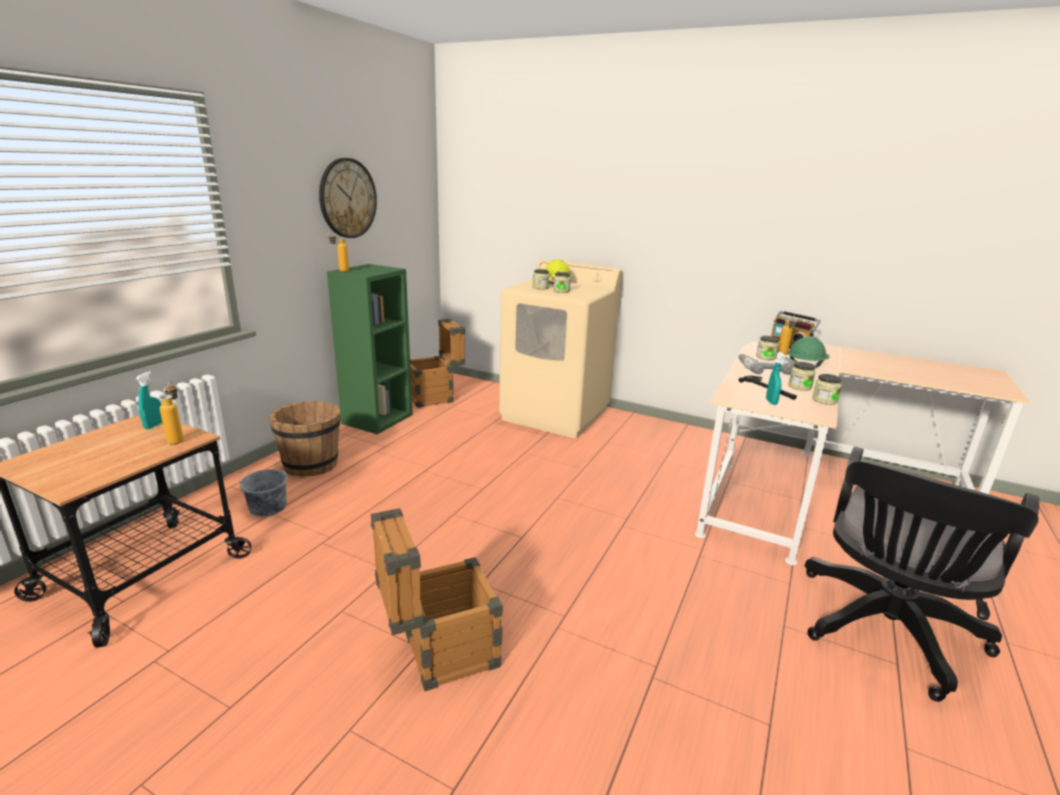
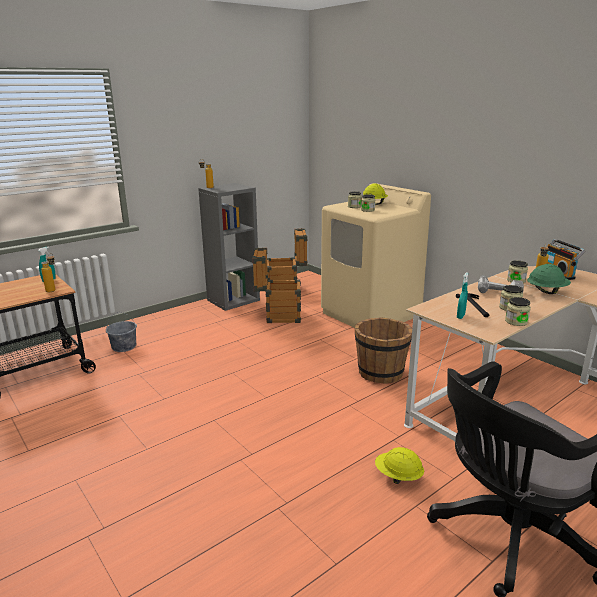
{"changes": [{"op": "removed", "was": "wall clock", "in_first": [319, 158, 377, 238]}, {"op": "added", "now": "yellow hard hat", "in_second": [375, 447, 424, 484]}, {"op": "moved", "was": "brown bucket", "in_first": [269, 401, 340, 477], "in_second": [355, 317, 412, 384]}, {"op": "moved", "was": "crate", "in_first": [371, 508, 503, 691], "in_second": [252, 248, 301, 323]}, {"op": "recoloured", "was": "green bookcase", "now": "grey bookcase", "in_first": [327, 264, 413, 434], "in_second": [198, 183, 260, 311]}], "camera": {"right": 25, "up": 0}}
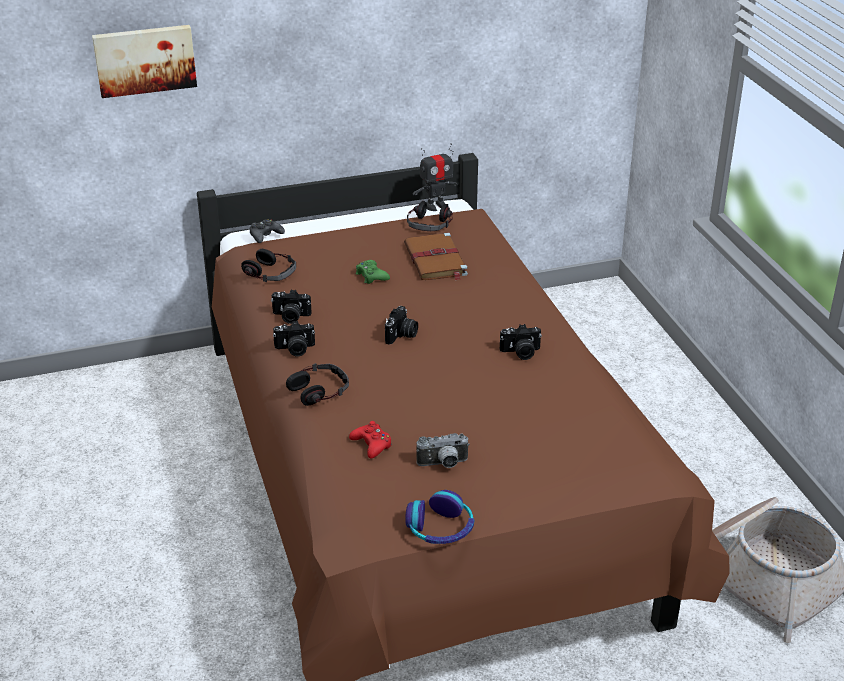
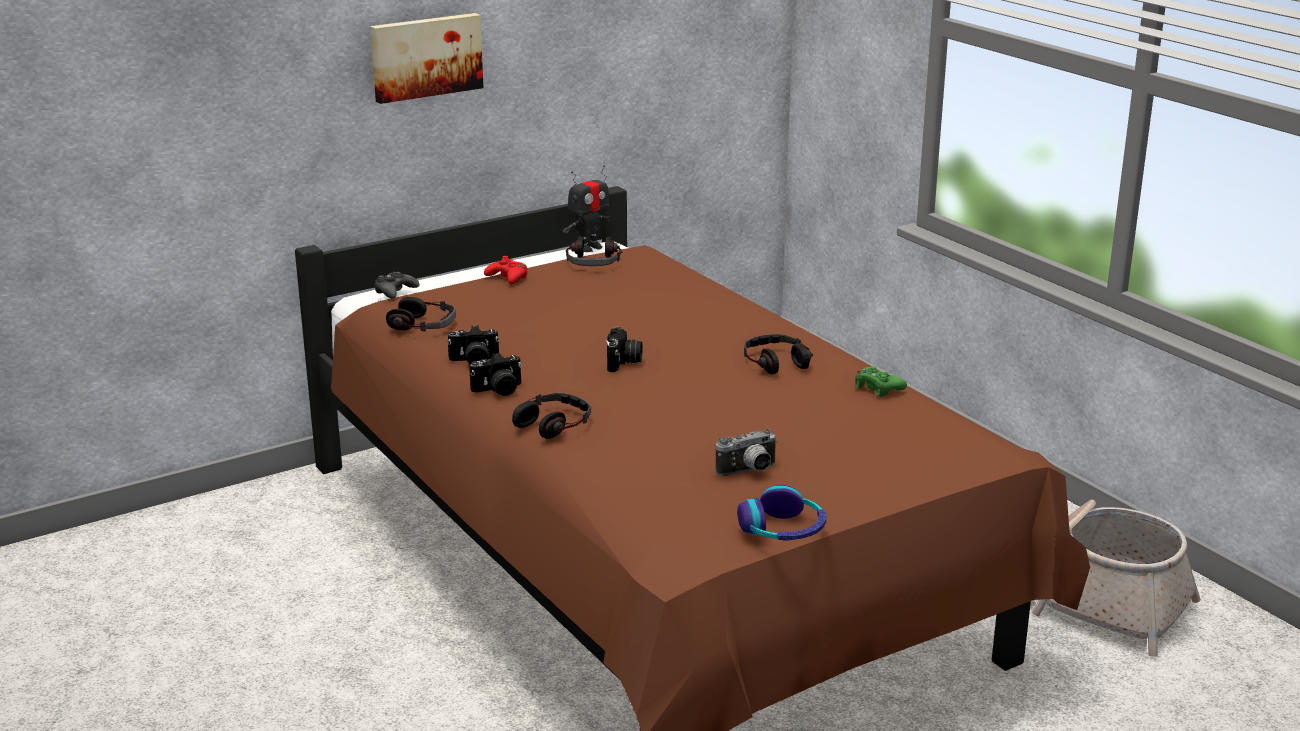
{"changes": [{"op": "removed", "was": "brown book", "in_first": [404, 233, 468, 280]}, {"op": "moved", "was": "picture", "in_first": [92, 25, 197, 98], "in_second": [370, 13, 483, 104]}, {"op": "moved", "was": "red game controller", "in_first": [349, 421, 392, 459], "in_second": [484, 256, 527, 284]}, {"op": "moved", "was": "green game controller", "in_first": [356, 260, 390, 284], "in_second": [855, 366, 907, 397]}, {"op": "replaced", "was": "photo camera", "now": "headphones", "in_first": [500, 324, 542, 360], "in_second": [744, 334, 813, 374]}], "camera": {"right": -15, "up": -10}}
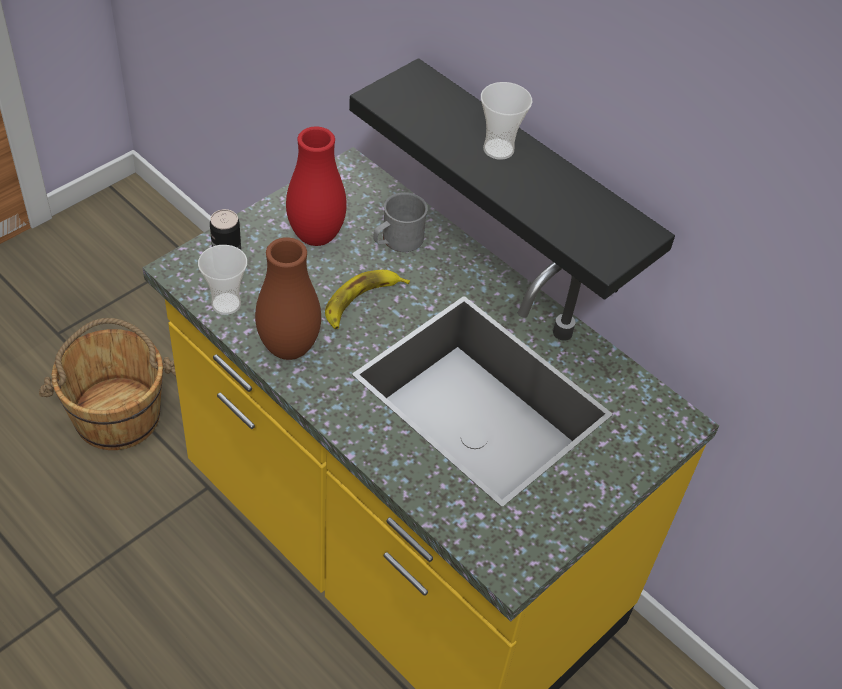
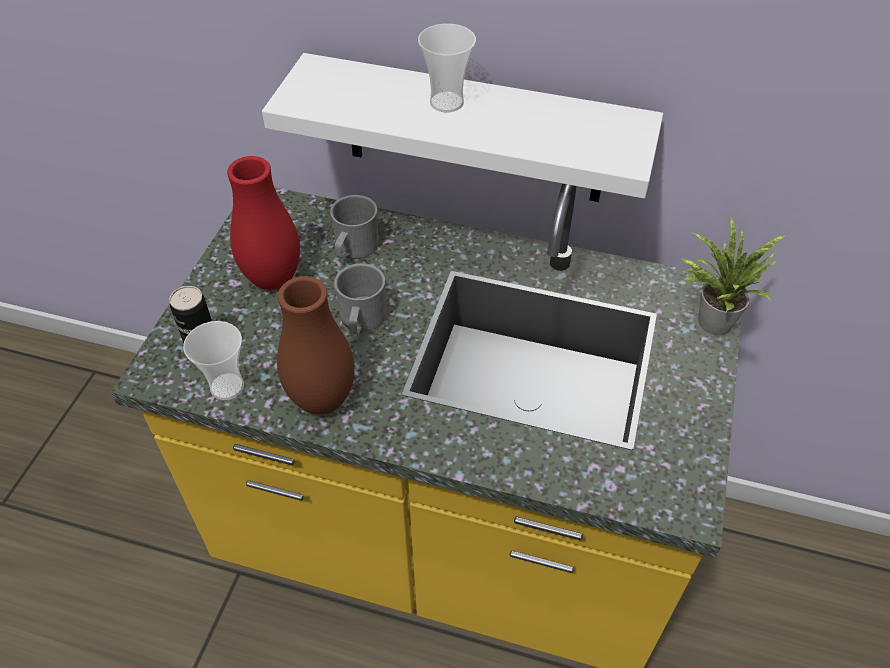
{"changes": [{"op": "removed", "was": "brown bucket", "in_first": [39, 318, 176, 450]}, {"op": "added", "now": "potted plant", "in_second": [679, 215, 785, 335]}, {"op": "replaced", "was": "banana", "now": "grey mug", "in_first": [325, 270, 410, 329], "in_second": [334, 263, 387, 335]}, {"op": "recoloured", "was": "black shelf", "now": "white shelf", "in_first": [349, 58, 675, 300], "in_second": [262, 53, 663, 202]}], "camera": {"right": -25, "up": 0}}
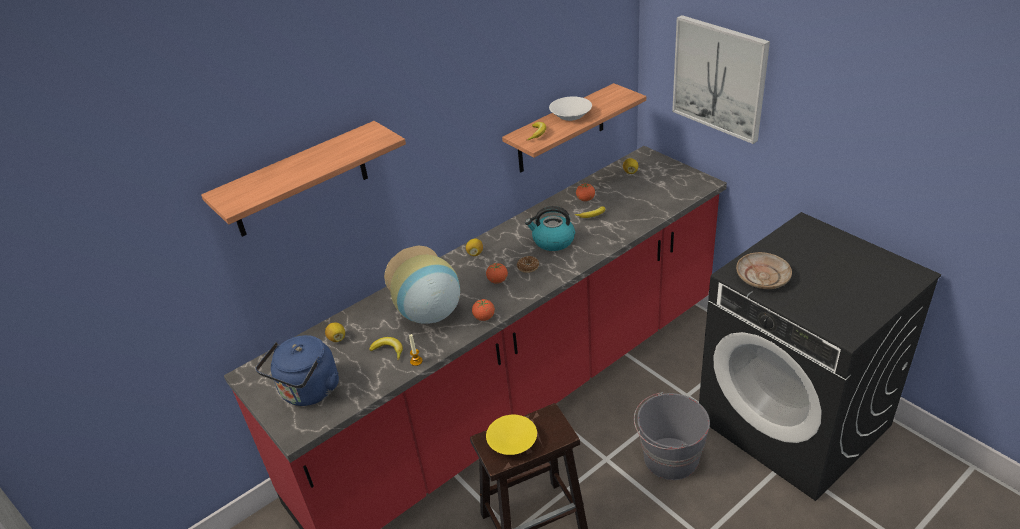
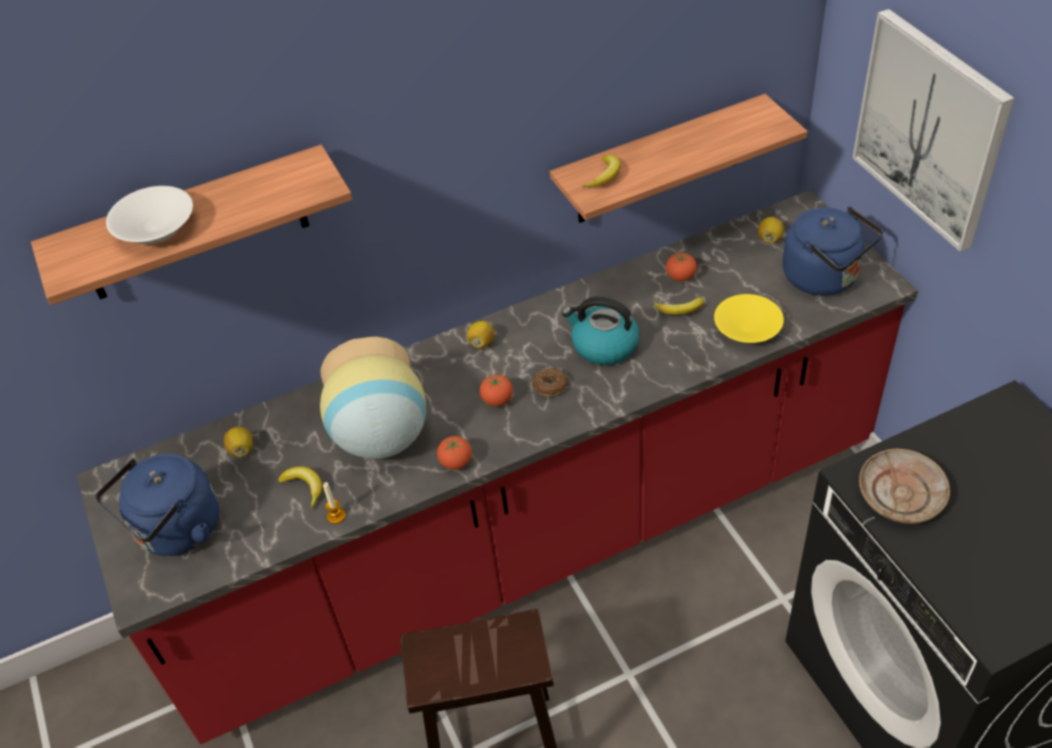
{"changes": [{"op": "removed", "was": "grey bucket", "in_first": [634, 392, 710, 480]}, {"op": "added", "now": "blue kettle", "in_second": [783, 206, 883, 296]}, {"op": "moved", "was": "yellow bowl", "in_first": [486, 415, 537, 455], "in_second": [714, 294, 784, 343]}, {"op": "moved", "was": "white bowl", "in_first": [549, 97, 592, 121], "in_second": [106, 186, 193, 244]}], "camera": {"right": 15, "up": 10}}
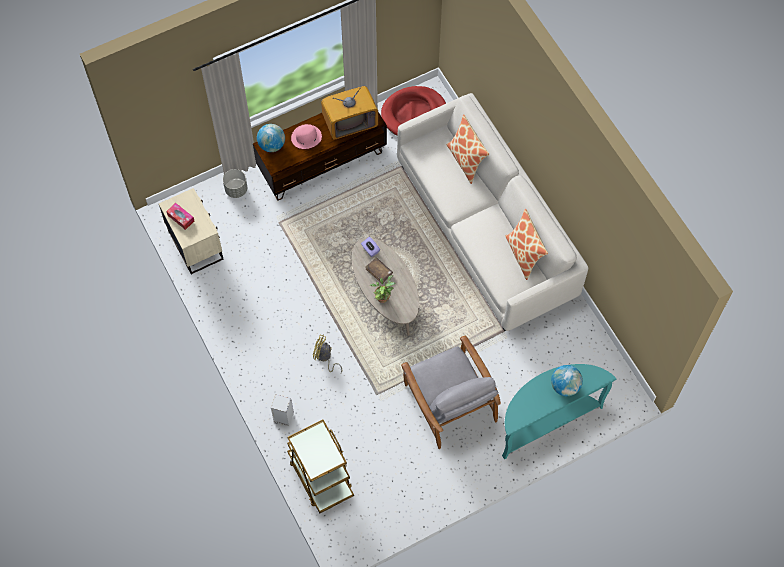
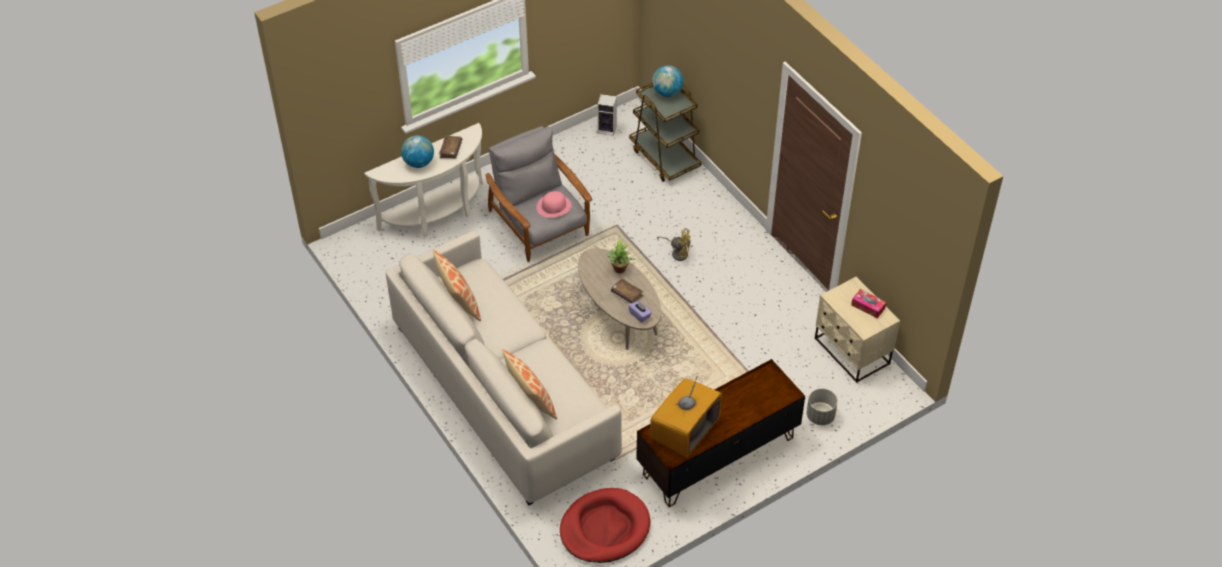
{"changes": [{"op": "added", "now": "brown book", "in_second": [439, 135, 462, 159]}, {"op": "moved", "was": "globe", "in_first": [257, 124, 285, 152], "in_second": [652, 65, 684, 97]}, {"op": "moved", "was": "speaker", "in_first": [271, 395, 294, 426], "in_second": [598, 94, 617, 136]}, {"op": "moved", "was": "pink hat", "in_first": [291, 124, 322, 149], "in_second": [537, 191, 571, 218]}, {"op": "recoloured", "was": "turquoise console table", "now": "white console table", "in_first": [502, 364, 617, 460], "in_second": [364, 123, 483, 237]}, {"op": "turned", "was": "television", "in_first": [321, 86, 378, 140], "in_second": [650, 376, 722, 458], "clockwise": 150}], "camera": {"right": 175, "up": -15}}
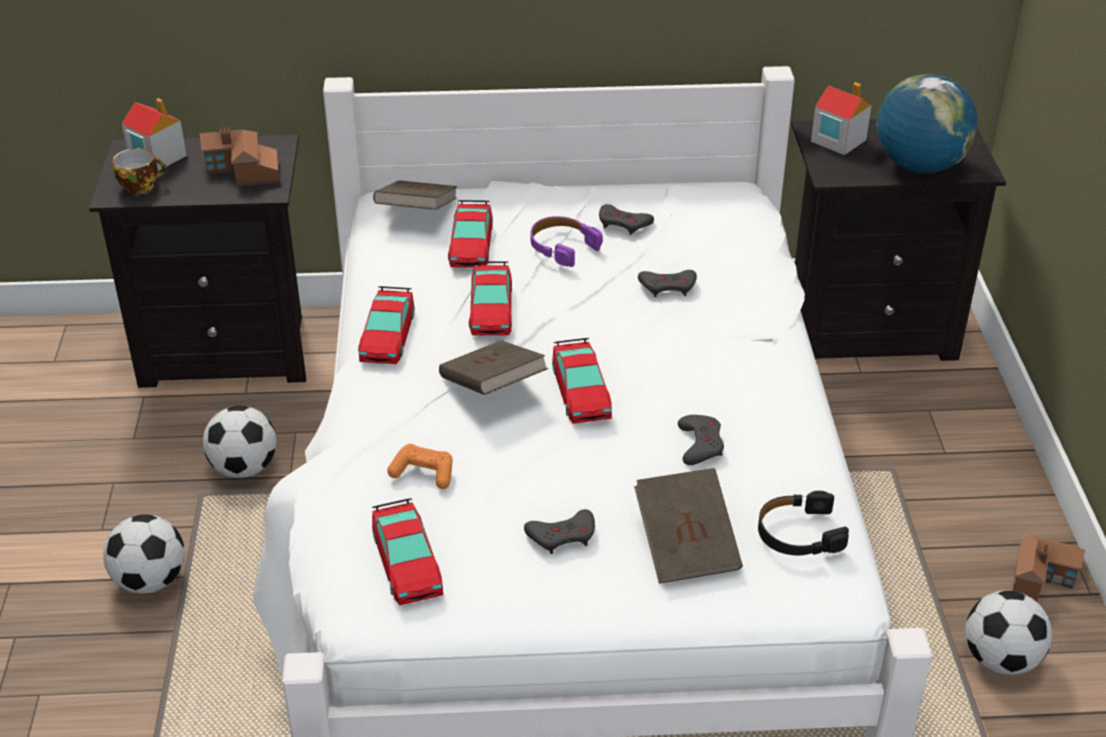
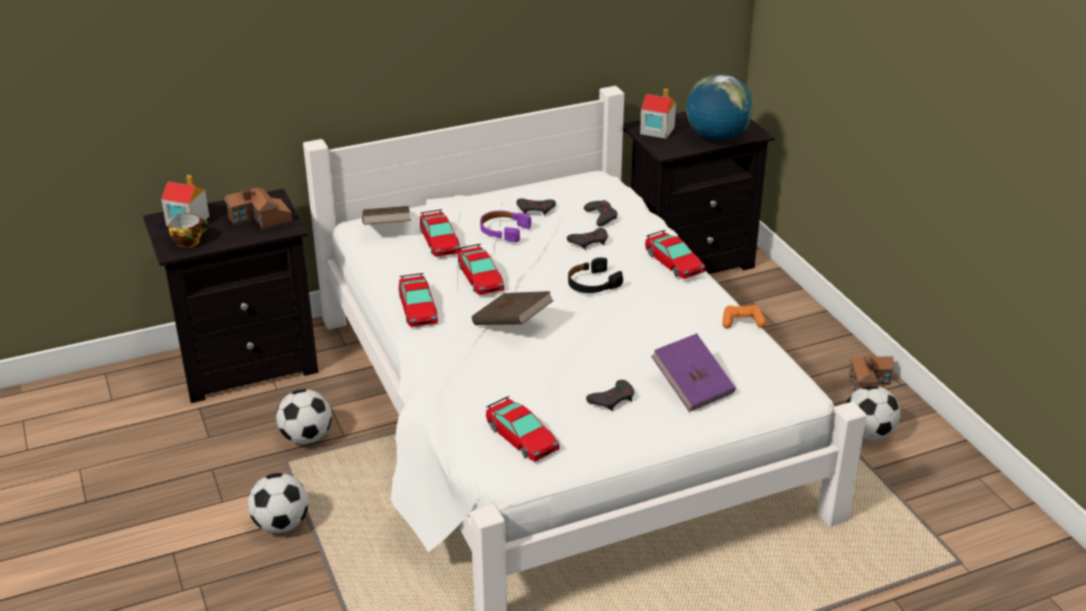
{"changes": [{"op": "moved", "was": "orange game controller", "in_first": [387, 444, 453, 489], "in_second": [722, 305, 766, 328]}, {"op": "moved", "was": "toy car", "in_first": [552, 338, 612, 424], "in_second": [645, 230, 705, 279]}, {"op": "moved", "was": "grey game controller", "in_first": [678, 415, 724, 465], "in_second": [584, 200, 618, 226]}, {"op": "moved", "was": "black headphones", "in_first": [758, 491, 849, 555], "in_second": [568, 258, 623, 293]}, {"op": "recoloured", "was": "brown book", "now": "purple book", "in_first": [634, 468, 743, 584], "in_second": [651, 333, 736, 412]}], "camera": {"right": -20, "up": -5}}
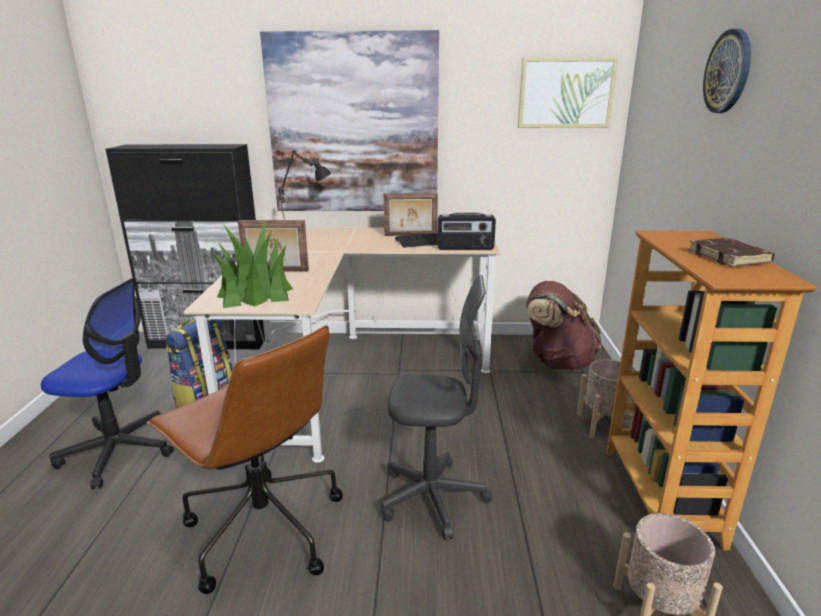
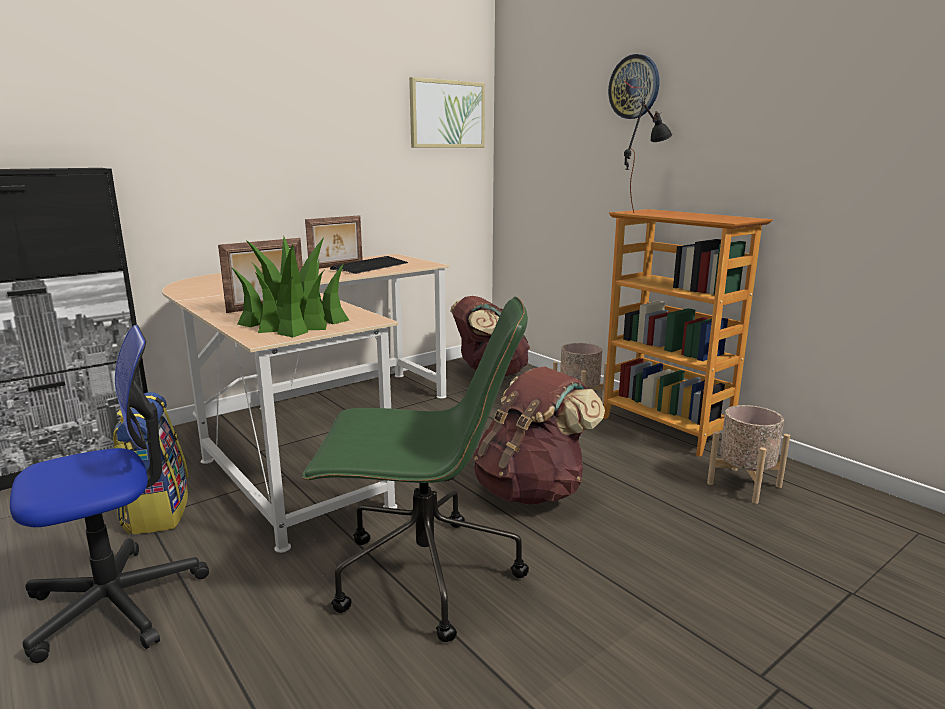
{"changes": [{"op": "removed", "was": "picture", "in_first": [260, 30, 439, 211]}, {"op": "removed", "was": "radio", "in_first": [437, 213, 496, 250]}, {"op": "removed", "was": "brown book", "in_first": [688, 238, 775, 267]}, {"op": "moved", "was": "black table lamp", "in_first": [278, 151, 332, 220], "in_second": [624, 102, 672, 213]}, {"op": "replaced", "was": "grey office chair", "now": "brown backpack", "in_first": [381, 275, 492, 540], "in_second": [473, 366, 605, 505]}, {"op": "recoloured", "was": "brown office chair", "now": "green office chair", "in_first": [147, 325, 343, 594], "in_second": [302, 296, 529, 642]}], "camera": {"right": -40, "up": -5}}
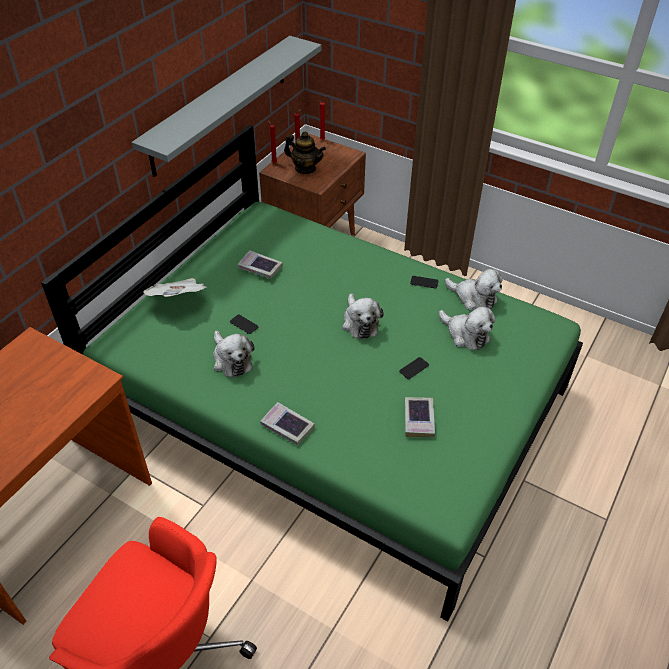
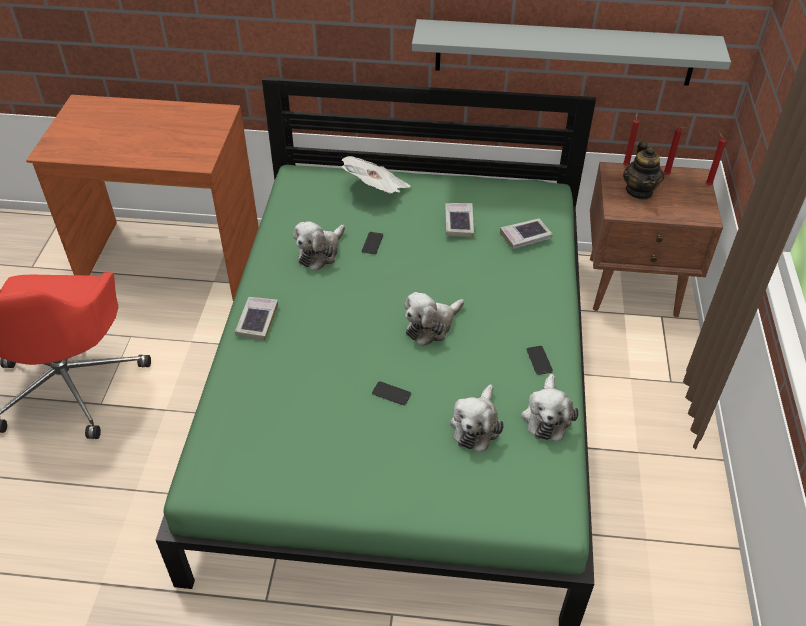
{"changes": [{"op": "moved", "was": "book", "in_first": [405, 397, 435, 437], "in_second": [500, 219, 553, 249]}], "camera": {"right": 65, "up": 0}}
